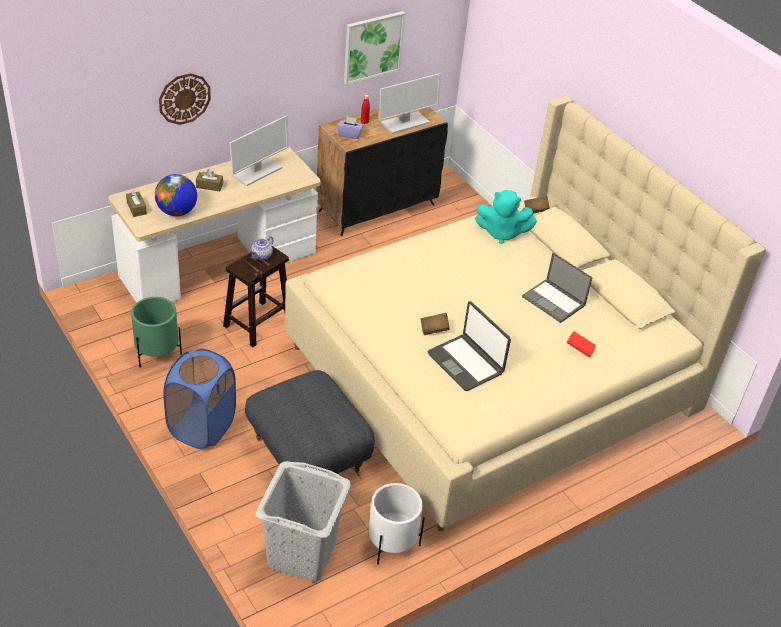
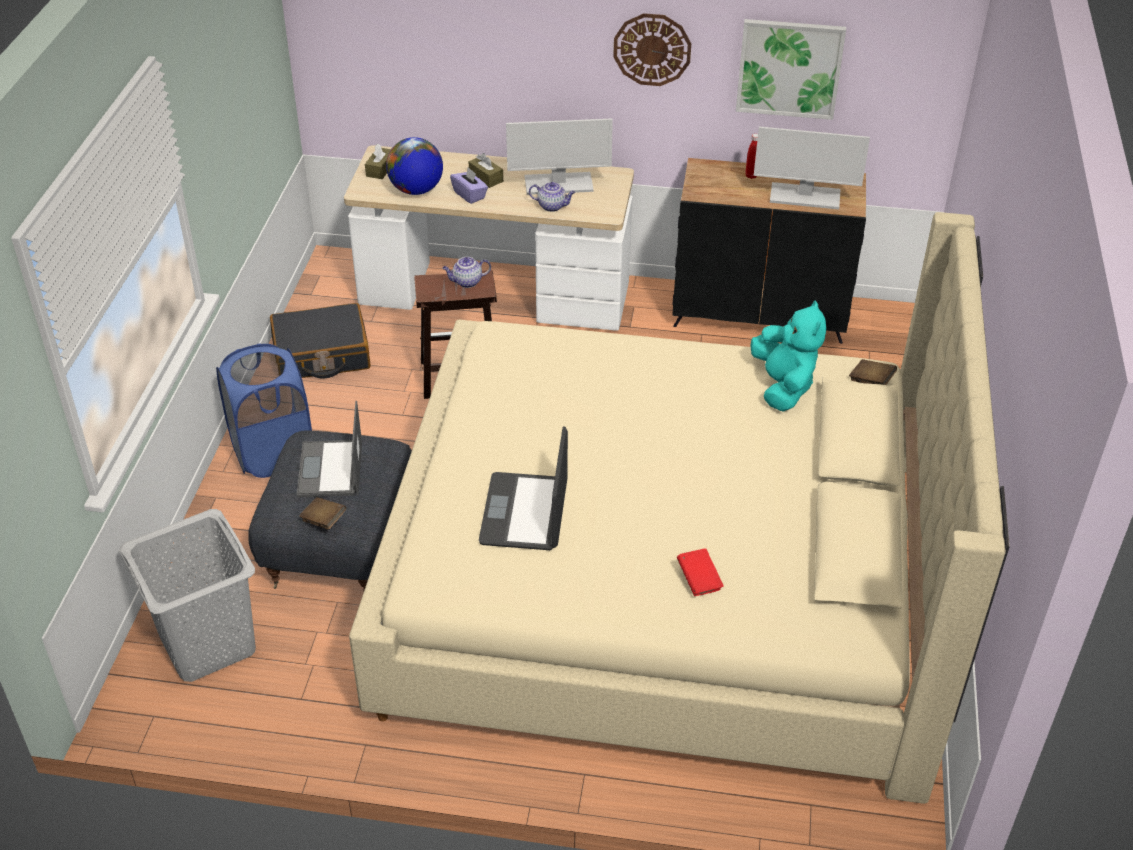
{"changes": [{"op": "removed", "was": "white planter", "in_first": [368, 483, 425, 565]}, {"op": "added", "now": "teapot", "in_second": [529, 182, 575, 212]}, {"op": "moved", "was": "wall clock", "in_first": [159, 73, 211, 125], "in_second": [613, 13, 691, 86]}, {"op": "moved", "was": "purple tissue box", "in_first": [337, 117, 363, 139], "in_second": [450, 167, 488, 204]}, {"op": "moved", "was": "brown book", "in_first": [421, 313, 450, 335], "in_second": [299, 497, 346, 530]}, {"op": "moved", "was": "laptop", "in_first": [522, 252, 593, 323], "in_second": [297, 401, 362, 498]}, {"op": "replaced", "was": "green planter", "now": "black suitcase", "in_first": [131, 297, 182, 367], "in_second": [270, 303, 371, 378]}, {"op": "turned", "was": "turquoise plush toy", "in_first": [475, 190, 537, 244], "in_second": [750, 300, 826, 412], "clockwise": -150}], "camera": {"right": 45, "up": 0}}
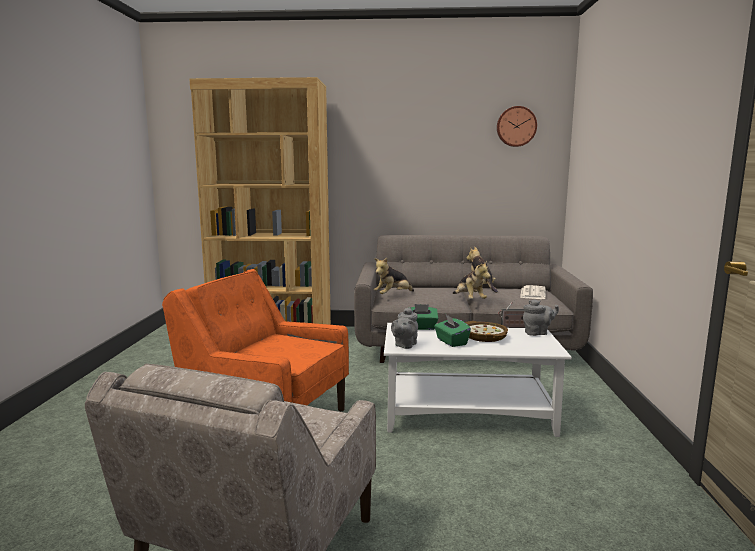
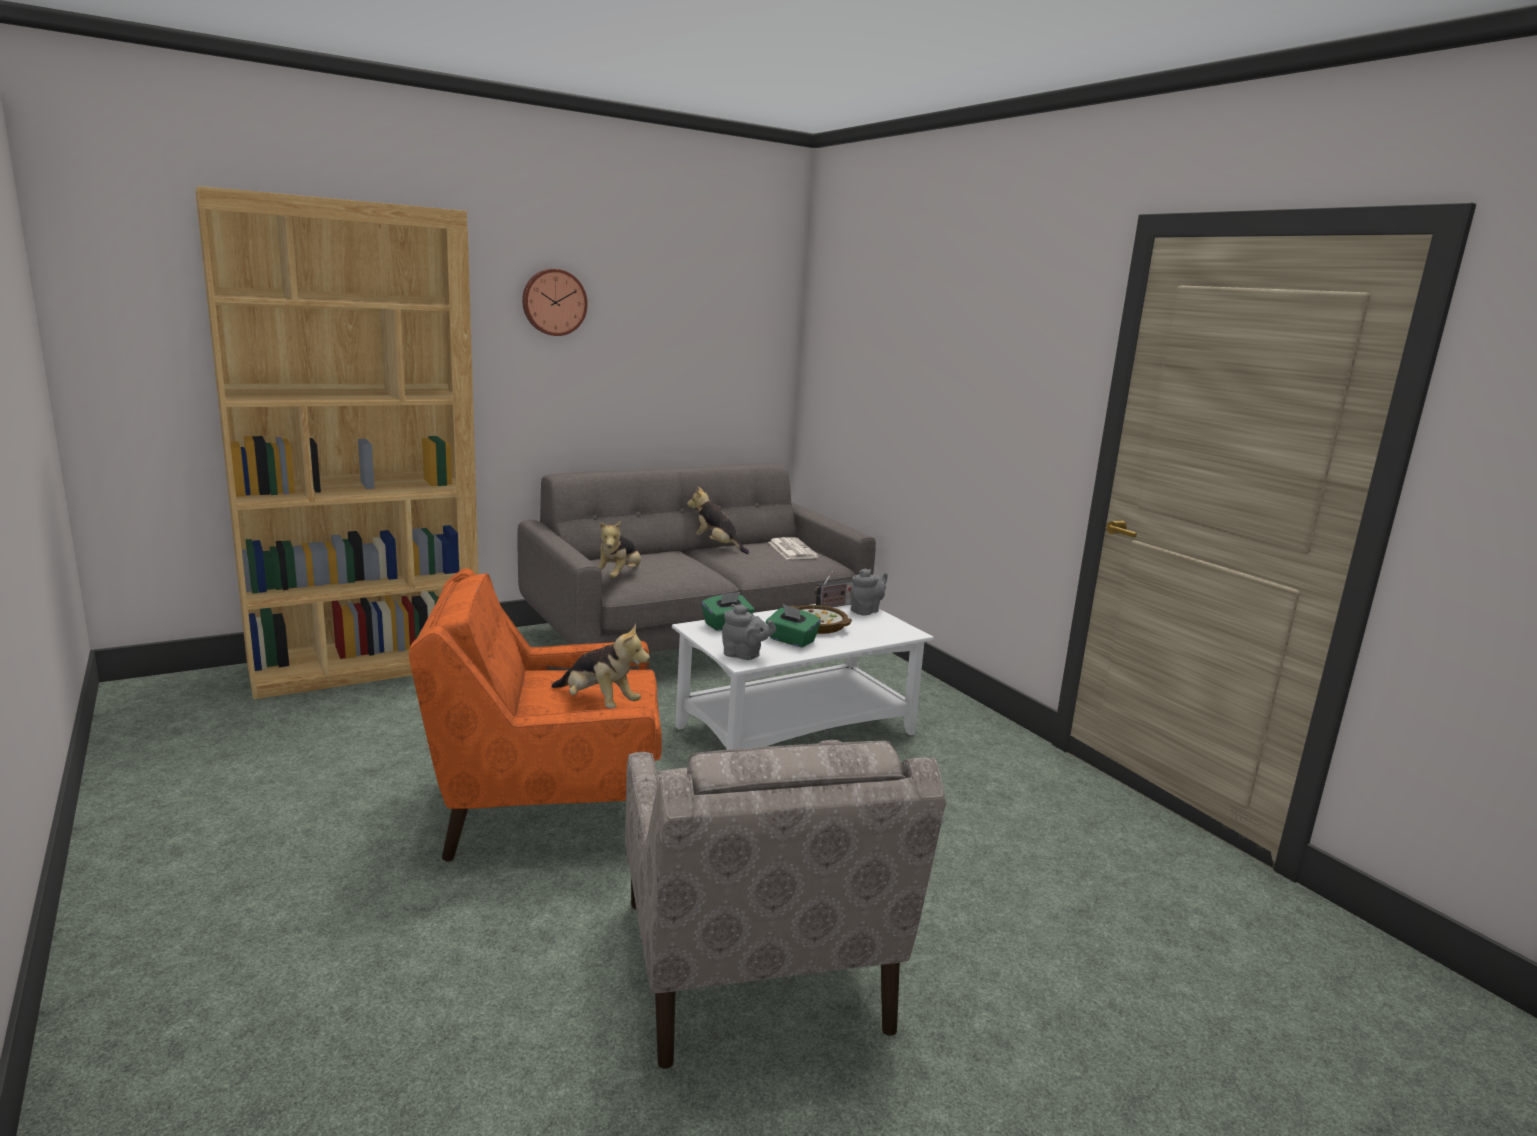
{"changes": [{"op": "moved", "was": "plush toy", "in_first": [453, 260, 491, 299], "in_second": [551, 623, 650, 709]}, {"op": "moved", "was": "wall clock", "in_first": [497, 106, 537, 147], "in_second": [522, 269, 588, 336]}, {"op": "turned", "was": "grey teapot", "in_first": [391, 307, 418, 349], "in_second": [722, 604, 776, 660], "clockwise": -60}], "camera": {"right": -35, "up": 5}}
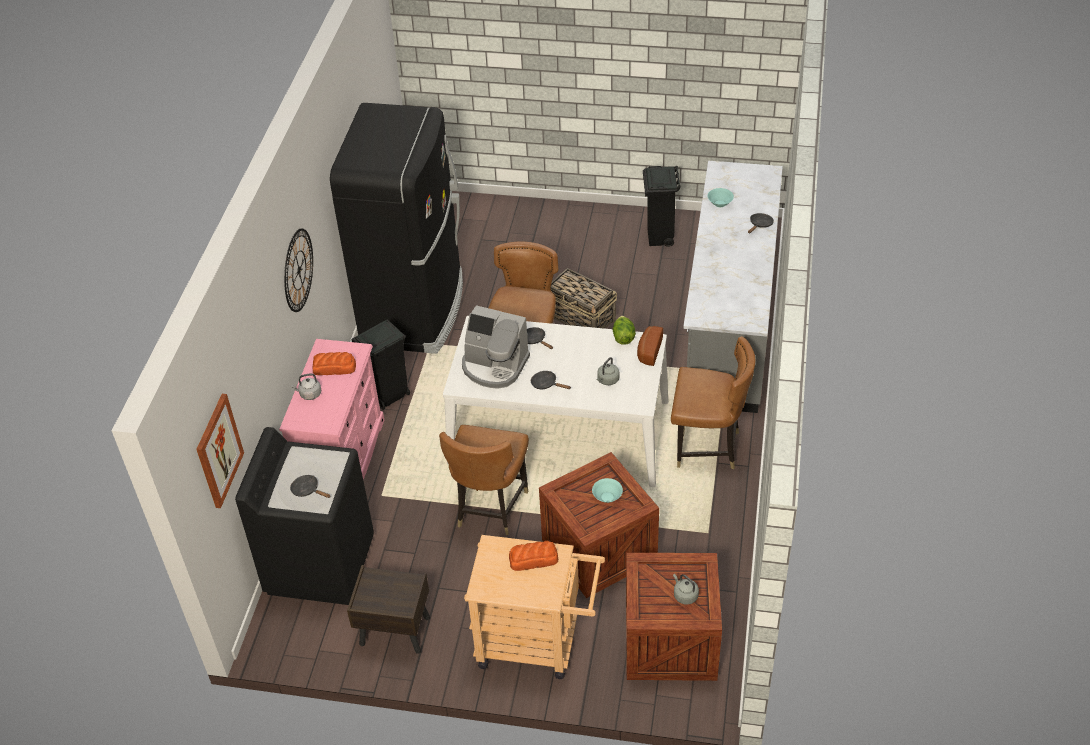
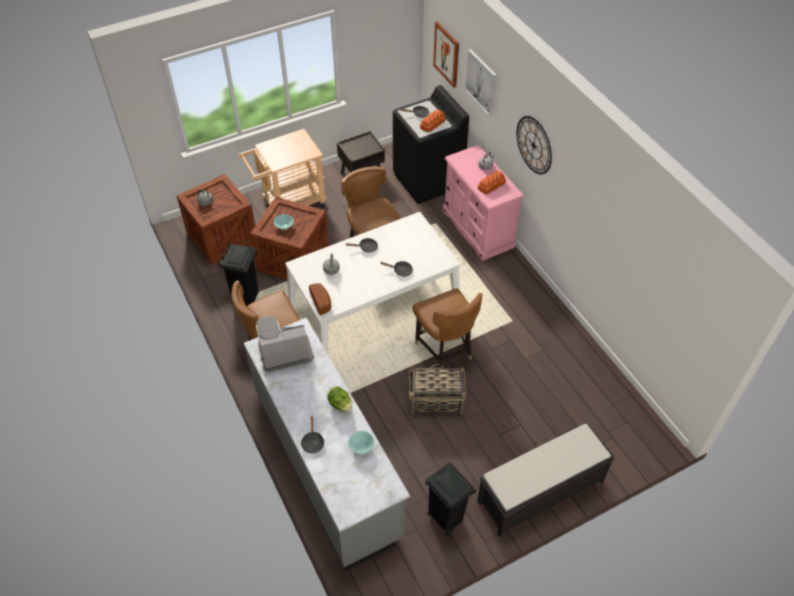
{"changes": [{"op": "removed", "was": "black fridge", "in_first": [330, 103, 463, 354]}, {"op": "added", "now": "picture", "in_second": [465, 49, 497, 116]}, {"op": "added", "now": "black bench", "in_second": [477, 424, 615, 537]}, {"op": "moved", "was": "black trash can", "in_first": [352, 320, 410, 410], "in_second": [219, 244, 259, 306]}, {"op": "moved", "was": "coffee machine", "in_first": [462, 305, 530, 389], "in_second": [256, 316, 314, 372]}, {"op": "moved", "was": "bread", "in_first": [509, 541, 558, 571], "in_second": [420, 110, 446, 132]}, {"op": "moved", "was": "lettuce", "in_first": [613, 316, 636, 345], "in_second": [328, 387, 352, 412]}], "camera": {"right": 140, "up": 5}}
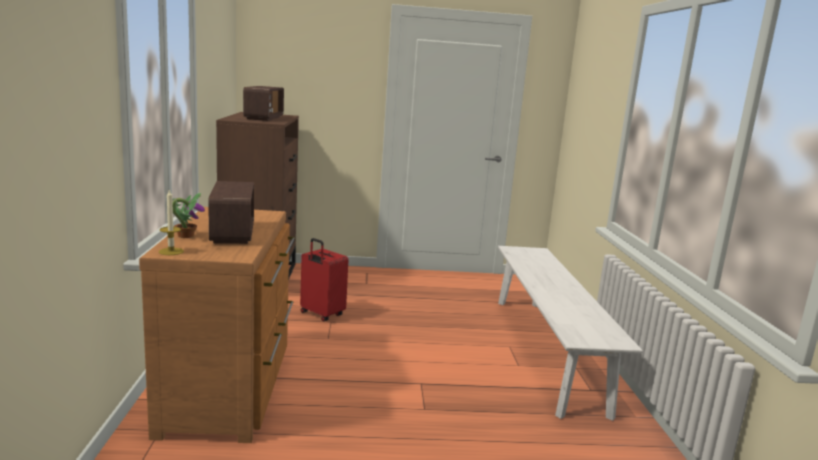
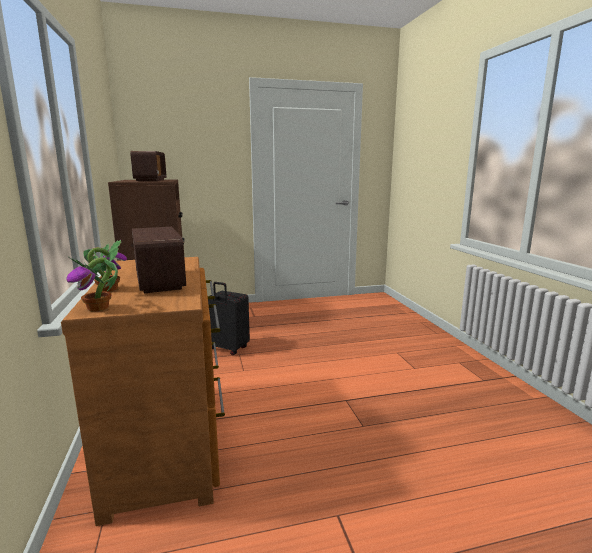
{"changes": [{"op": "removed", "was": "white bench", "in_first": [498, 246, 643, 421]}, {"op": "replaced", "was": "candle", "now": "potted plant", "in_first": [159, 190, 184, 255], "in_second": [66, 257, 118, 312]}, {"op": "recoloured", "was": "red suitcase", "now": "black suitcase", "in_first": [300, 238, 348, 322], "in_second": [208, 282, 250, 355]}], "camera": {"right": -10, "up": 0}}
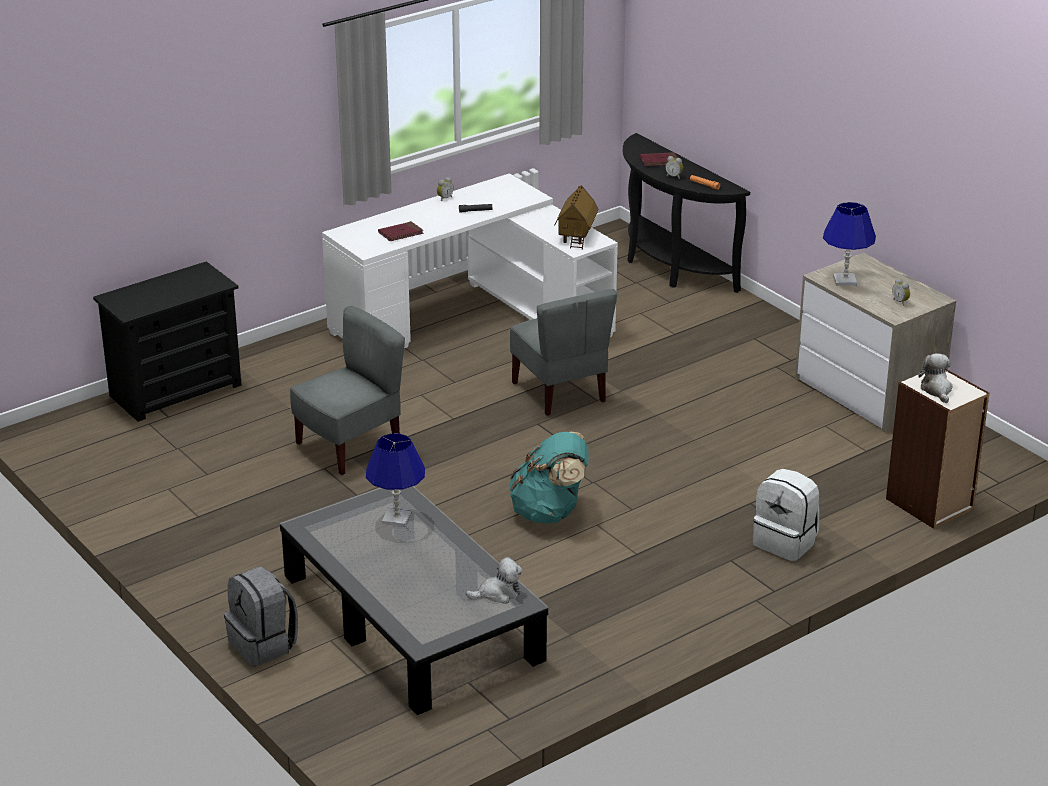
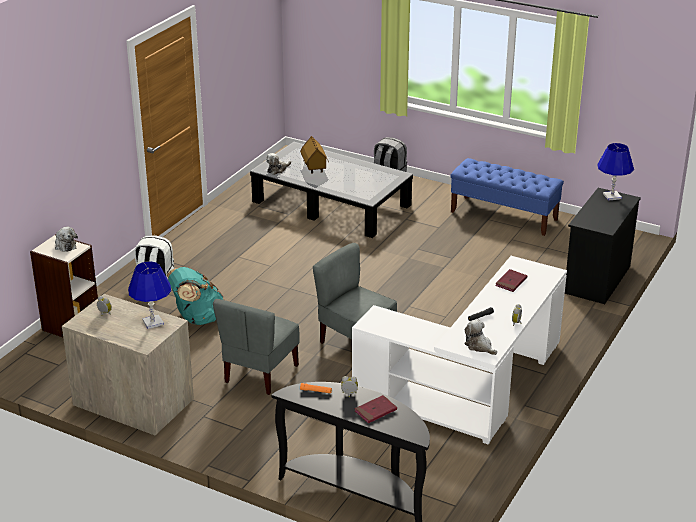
{"changes": [{"op": "added", "now": "blue bench", "in_second": [450, 158, 564, 236]}, {"op": "added", "now": "plush toy", "in_second": [464, 320, 497, 355]}, {"op": "moved", "was": "grey chair", "in_first": [290, 306, 405, 475], "in_second": [213, 299, 300, 395]}, {"op": "moved", "was": "blue table lamp", "in_first": [366, 433, 425, 527], "in_second": [597, 143, 634, 201]}, {"op": "moved", "was": "turquoise backpack", "in_first": [509, 432, 589, 523], "in_second": [167, 267, 224, 325]}, {"op": "moved", "was": "toy house", "in_first": [554, 185, 598, 250], "in_second": [300, 136, 329, 174]}], "camera": {"right": 155, "up": 0}}
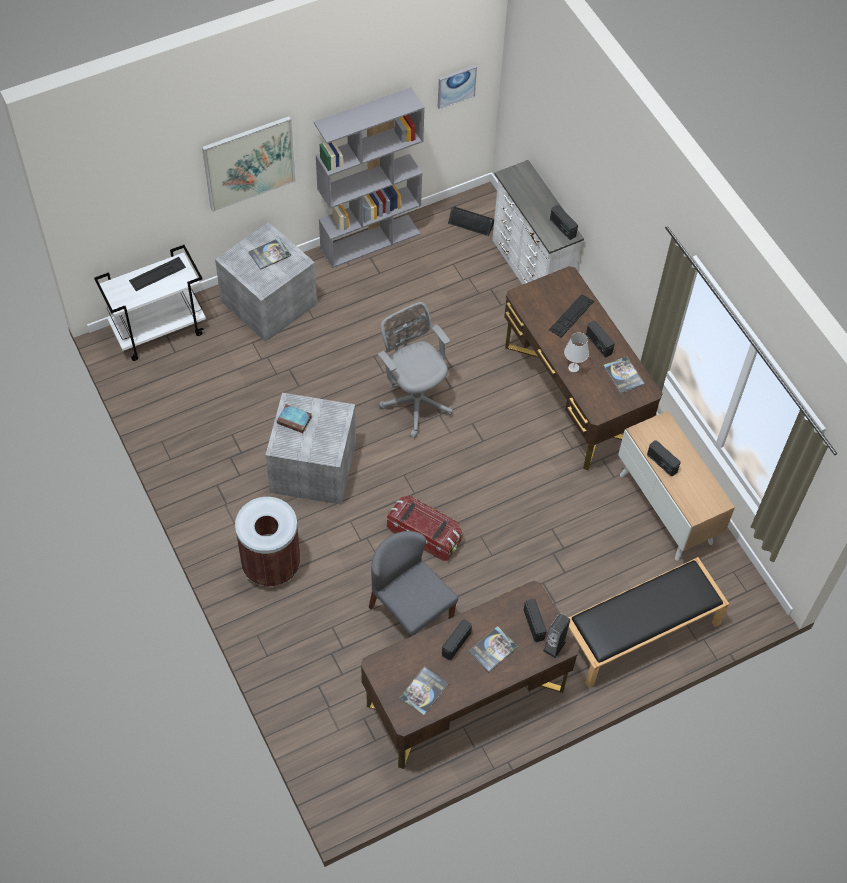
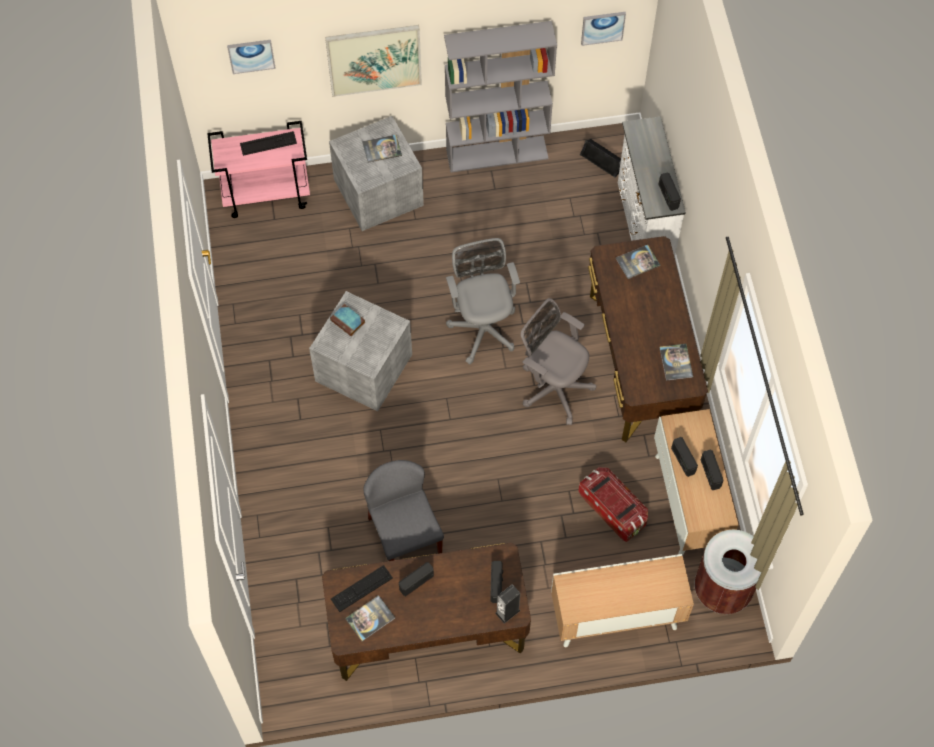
{"changes": [{"op": "removed", "was": "white table lamp", "in_first": [564, 332, 589, 373]}, {"op": "added", "now": "picture", "in_second": [227, 40, 276, 74]}, {"op": "added", "now": "grey office chair", "in_second": [521, 298, 596, 425]}, {"op": "moved", "was": "brown trash can", "in_first": [235, 497, 300, 587], "in_second": [694, 530, 761, 614]}, {"op": "moved", "was": "storage box", "in_first": [387, 496, 462, 561], "in_second": [579, 467, 648, 542]}, {"op": "moved", "was": "book", "in_first": [468, 626, 518, 672], "in_second": [616, 245, 660, 279]}, {"op": "moved", "was": "keyboard", "in_first": [549, 294, 594, 338], "in_second": [331, 565, 393, 612]}, {"op": "moved", "was": "radio", "in_first": [586, 321, 615, 357], "in_second": [701, 450, 724, 490]}, {"op": "replaced", "was": "black bench", "now": "cabinet", "in_first": [568, 557, 729, 688], "in_second": [551, 554, 694, 647]}, {"op": "recoloured", "was": "white cart", "now": "pink cart", "in_first": [94, 245, 206, 361], "in_second": [207, 121, 310, 218]}], "camera": {"right": 20, "up": 5}}
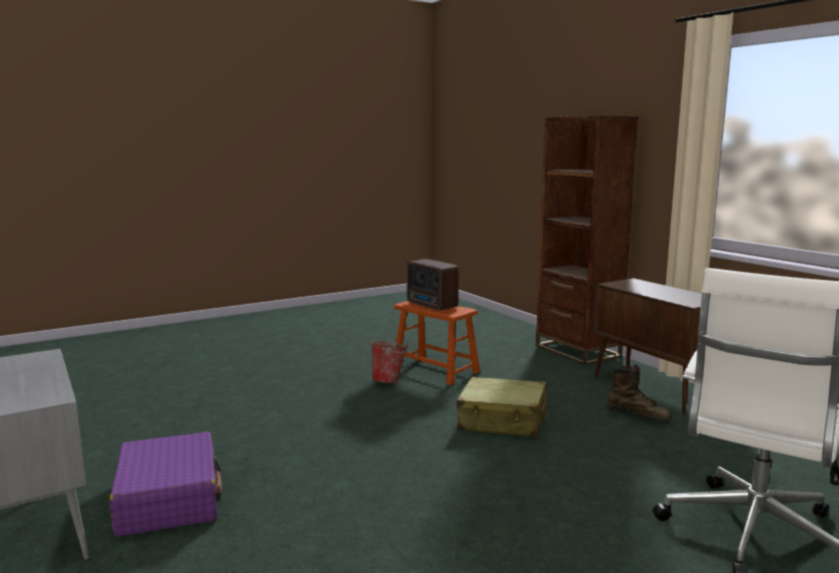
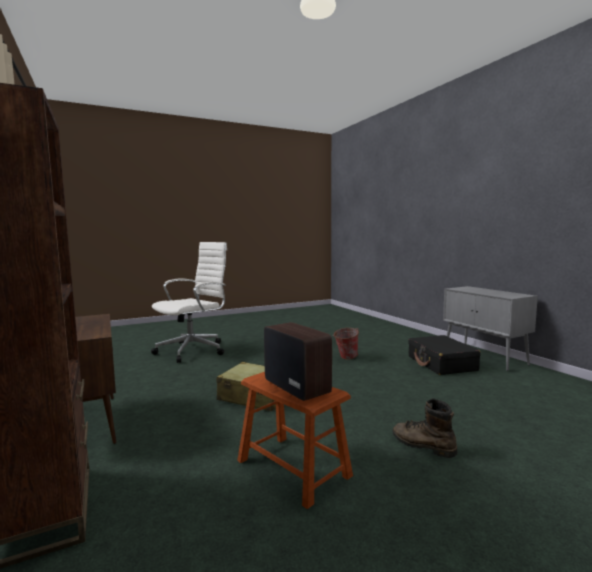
{"changes": [{"op": "moved", "was": "bucket", "in_first": [371, 340, 410, 383], "in_second": [333, 328, 359, 360]}, {"op": "moved", "was": "brown boot", "in_first": [606, 364, 672, 421], "in_second": [393, 398, 457, 458]}, {"op": "recoloured", "was": "purple suitcase", "now": "black suitcase", "in_first": [110, 432, 222, 537], "in_second": [408, 335, 481, 375]}], "camera": {"right": -175, "up": -5}}
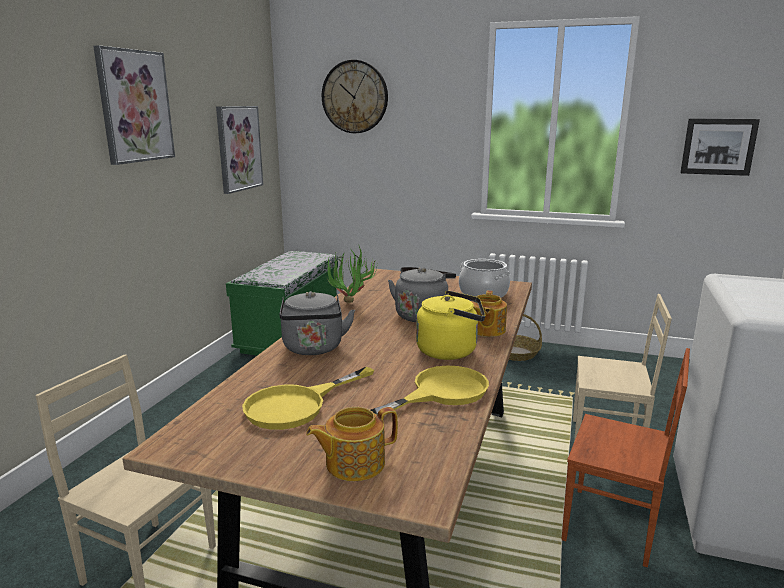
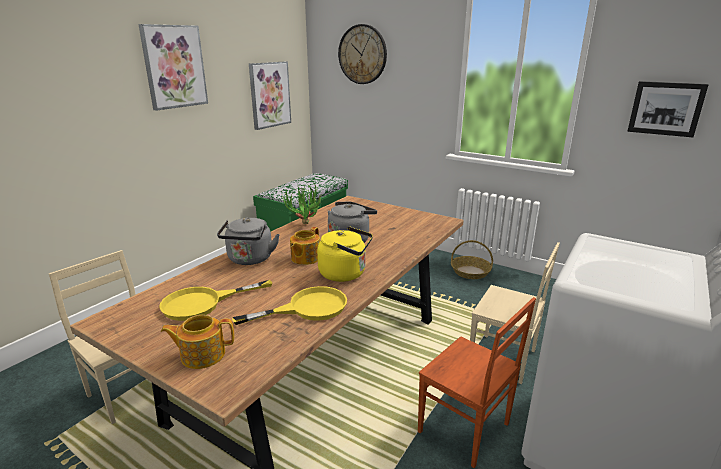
{"changes": [{"op": "removed", "was": "cooking pot", "in_first": [459, 259, 510, 298]}, {"op": "moved", "was": "teapot", "in_first": [471, 291, 507, 337], "in_second": [290, 227, 320, 265]}], "camera": {"right": 15, "up": 5}}
